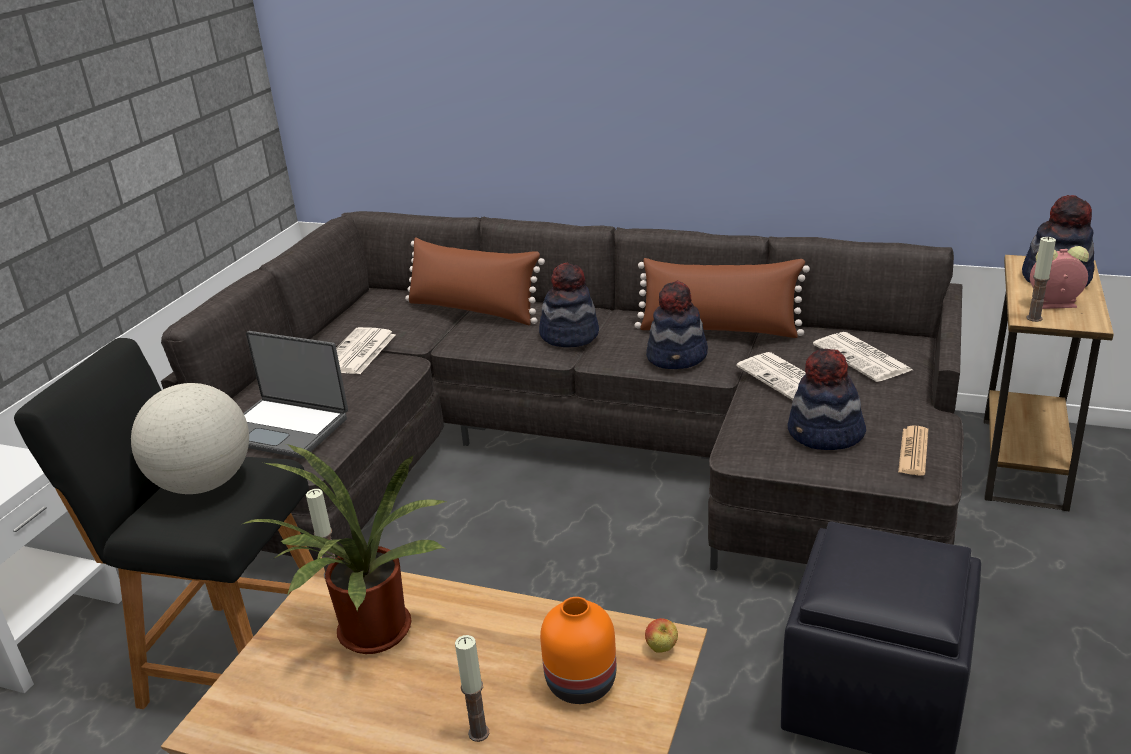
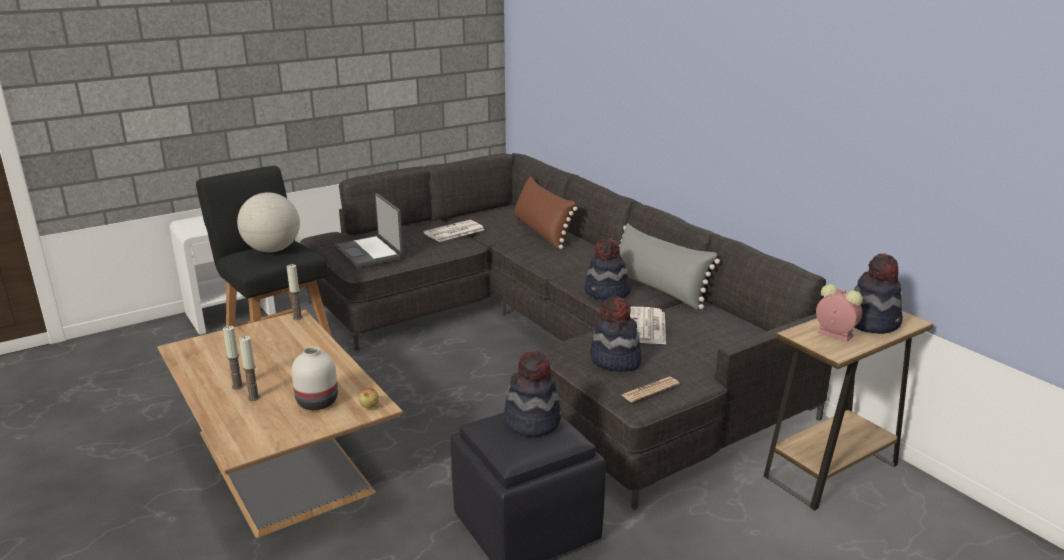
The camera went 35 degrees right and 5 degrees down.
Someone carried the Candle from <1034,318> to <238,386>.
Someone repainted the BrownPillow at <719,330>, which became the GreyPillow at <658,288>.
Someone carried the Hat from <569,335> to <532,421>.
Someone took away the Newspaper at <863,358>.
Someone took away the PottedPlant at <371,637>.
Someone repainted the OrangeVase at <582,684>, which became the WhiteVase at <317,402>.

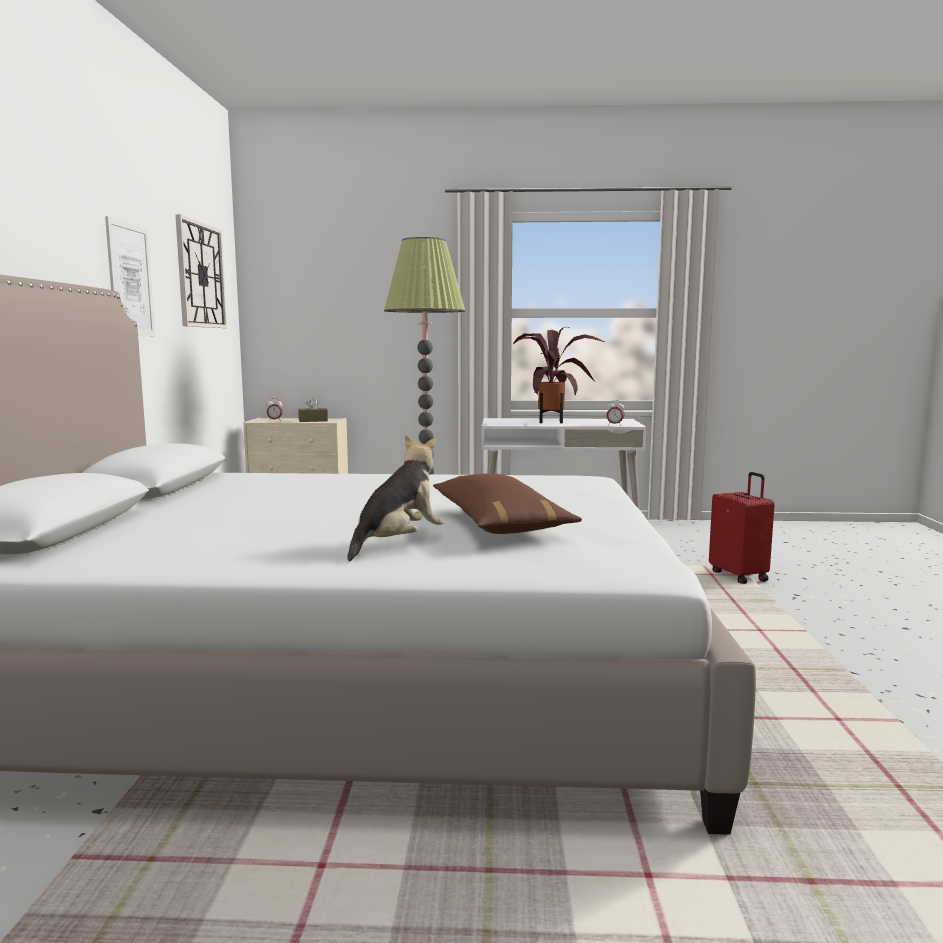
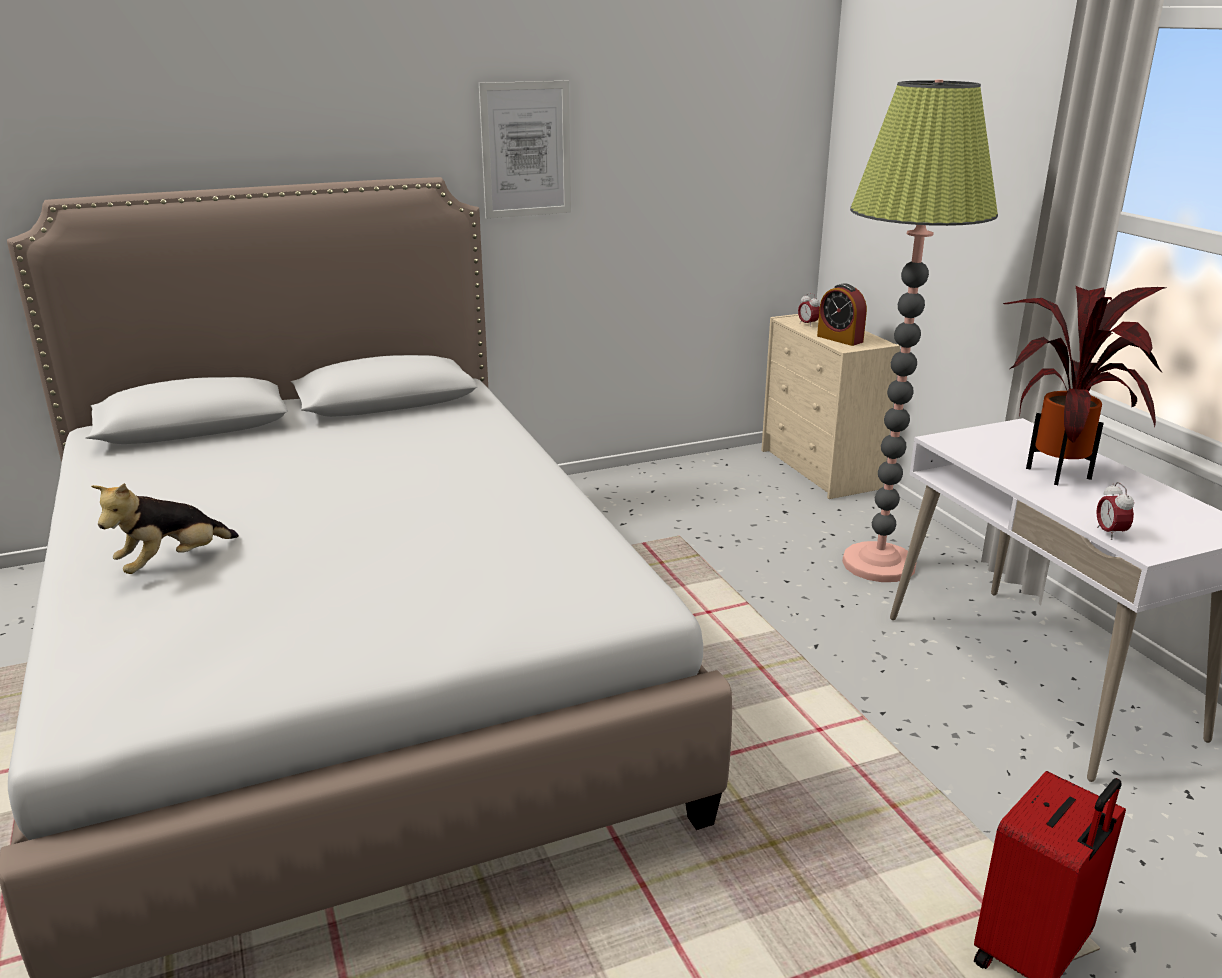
The camera went 65 degrees right and 15 degrees up.
Someone took away the WallClock at <201,275>.
Someone swapped the BrownTissueBox at <313,421> for the AlarmClock at <840,339>.
Someone rotated the PlushToy at <398,543> by 120 degrees clockwise.
Someone took away the BrownPillow at <499,523>.

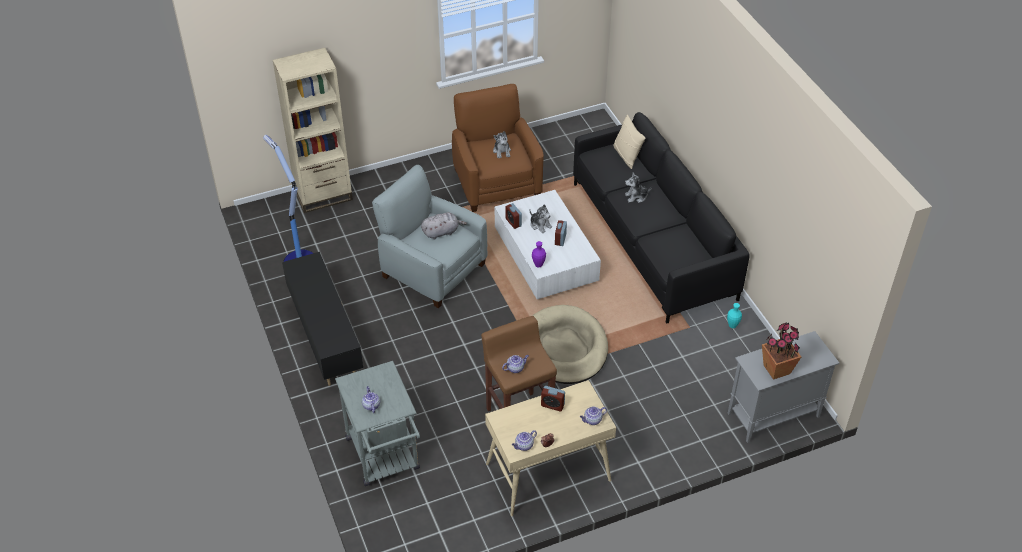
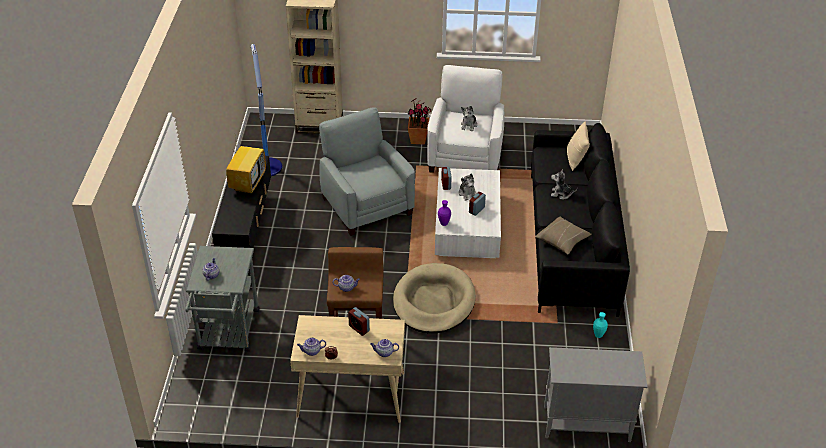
The camera went 25 degrees right and 5 degrees down.
Someone repainted the BrownArmchair at <496,182>, which became the WhiteArmchair at <465,156>.
Someone took away the GreyPlushToy at <442,232>.
Someone carried the PottedPlant from <777,369> to <418,140>.
Someone put down the Television at <247,183>.
Someone put down the BeigePillow at <562,241>.

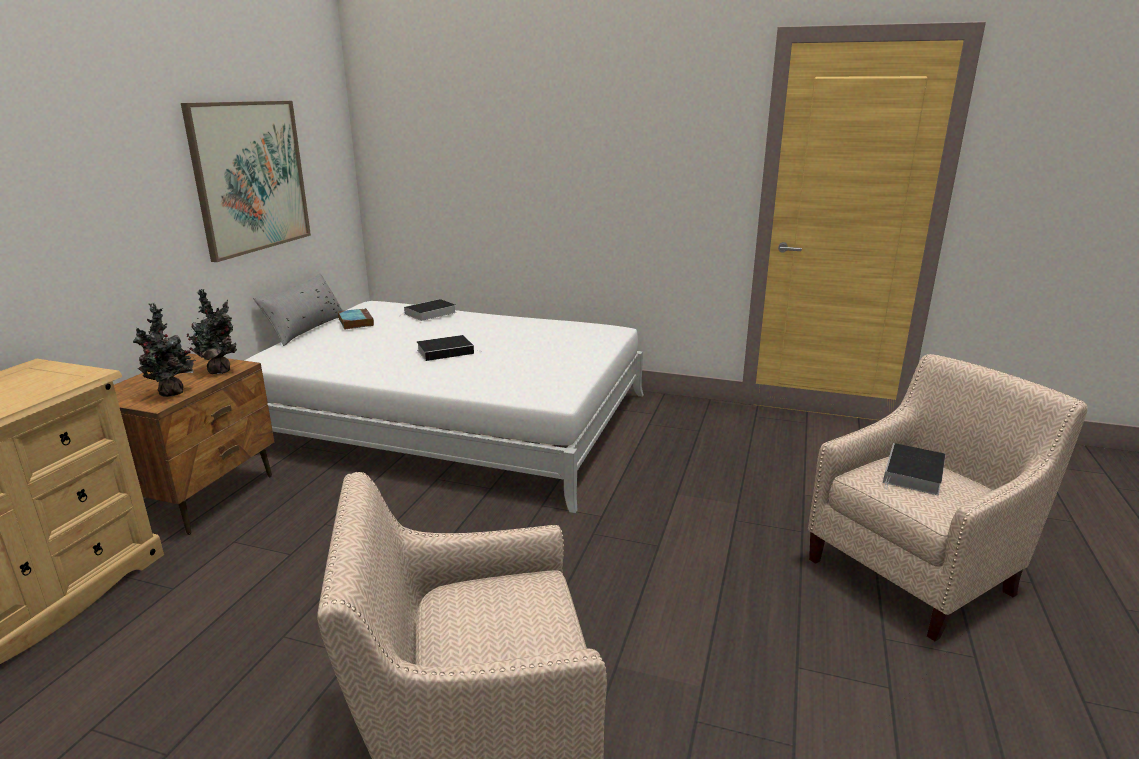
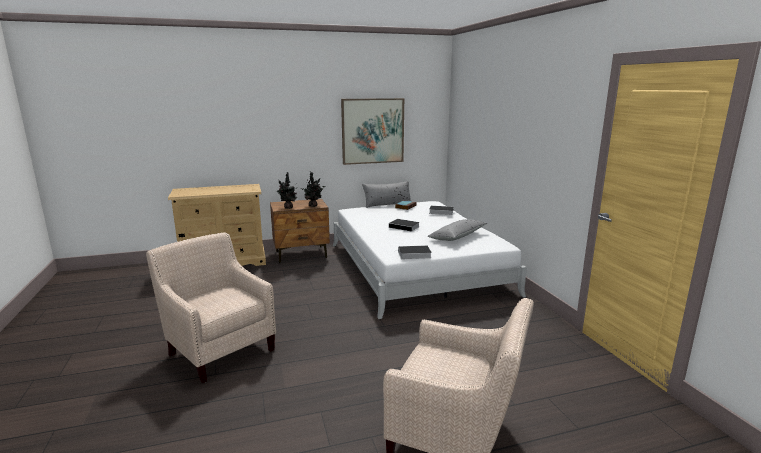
The camera went 55 degrees right and 5 degrees down.
Someone carried the Book from <913,474> to <413,254>.
Someone put down the GreyPillow at <457,237>.

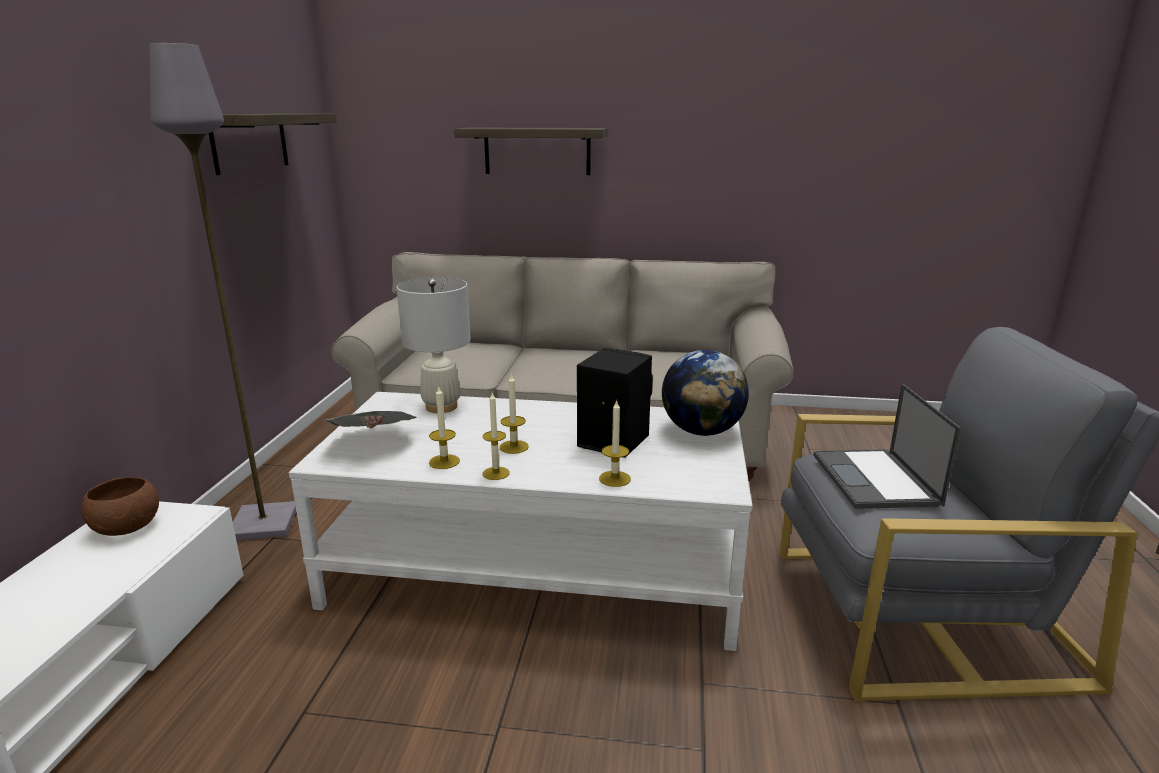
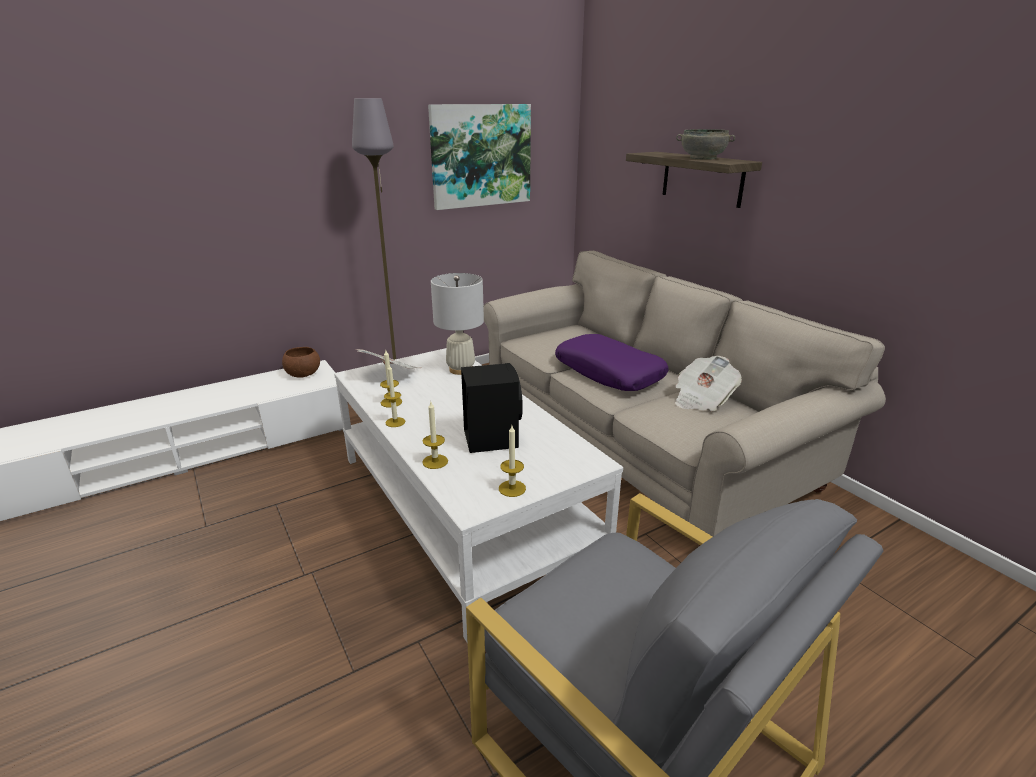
The camera went 50 degrees right and 5 degrees up.
Someone swapped the Shelf at <250,142> for the Picture at <481,156>.
Someone took away the Globe at <702,431>.
Someone carried the Candle from <514,447> to <512,488>.
Someone took away the Laptop at <876,480>.
Someone put down the GreyBowl at <702,158>.
Someone put down the PurplePillow at <609,372>.
Someone put down the Newspaper at <702,399>.

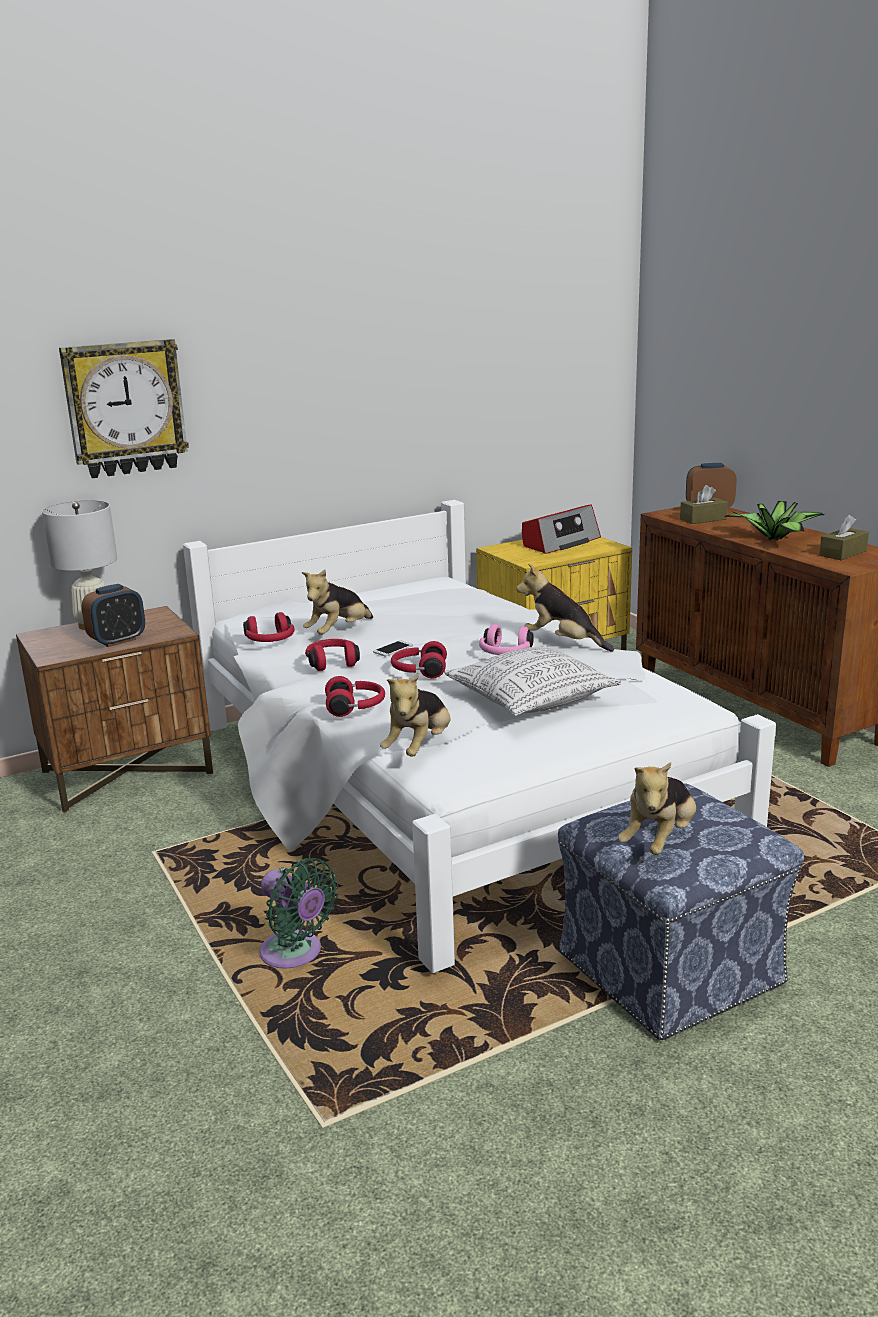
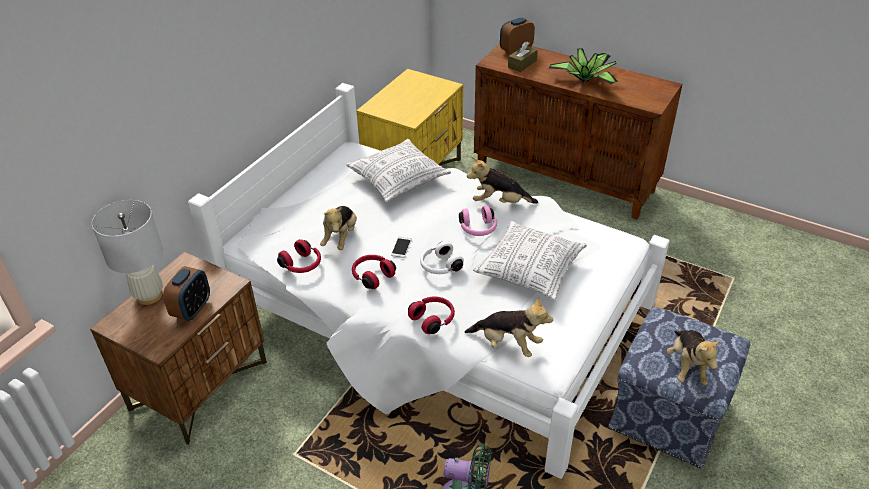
The camera went 30 degrees left and 20 degrees up.
Someone took away the WallClock at <125,408>.
Someone took away the Radio at <560,542>.
Someone took away the BrownTissueBox at <843,553>.
Someone repainted the RedHeadphones at <419,672>, which became the WhiteHeadphones at <440,266>.
Someone rotated the PlushToy at <419,747> by 60 degrees counterclockwise.
Someone put down the Pillow at <398,180>.

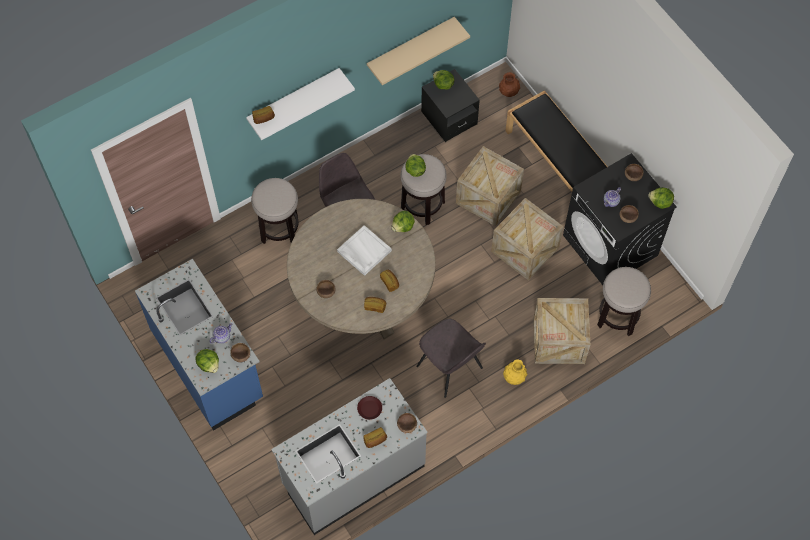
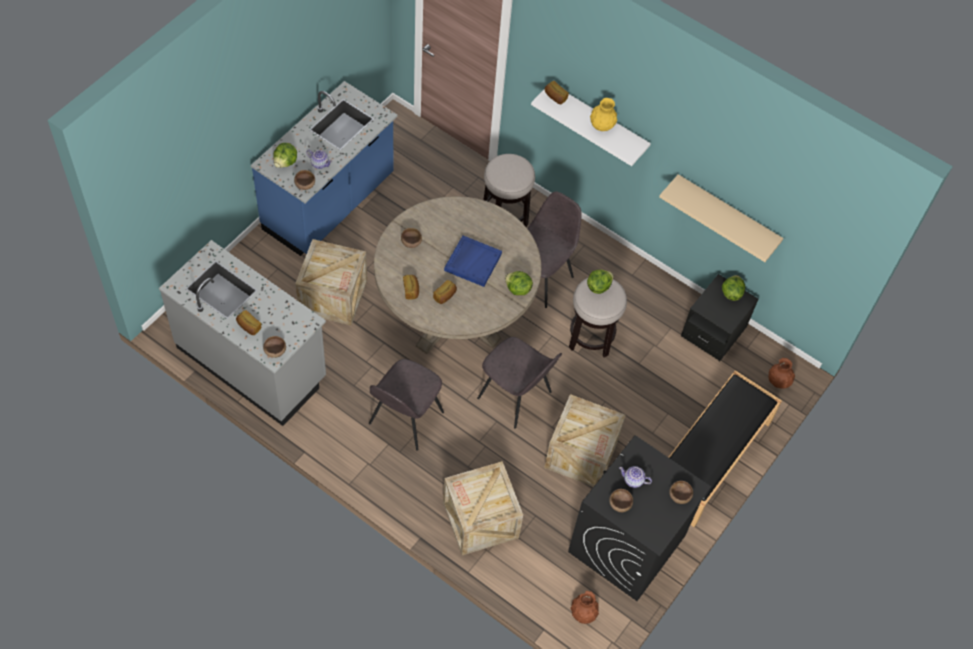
The camera went 65 degrees right and 5 degrees down.
Someone carried the Crate from <488,197> to <333,296>.
Someone took away the Lettuce at <660,203>.
Someone repainted the WhiteTray at <363,251>, which became the BlueTray at <472,262>.
Someone took away the Stool at <618,316>.
Someone carried the YellowVase from <514,377> to <601,126>.
Someone took away the BrownPlate at <370,409>.
Someone put down the GreyChair at <516,396>.
Someone put down the BrownVase at <583,613>.

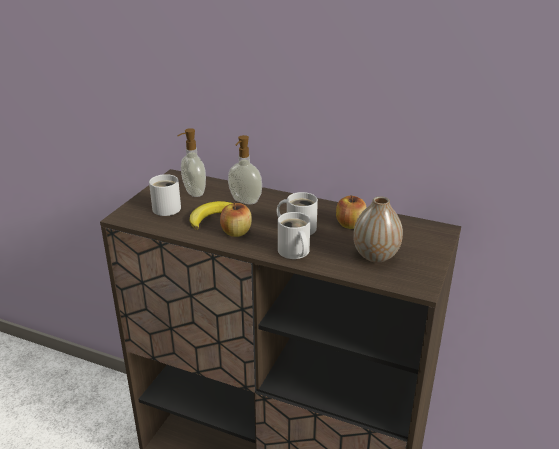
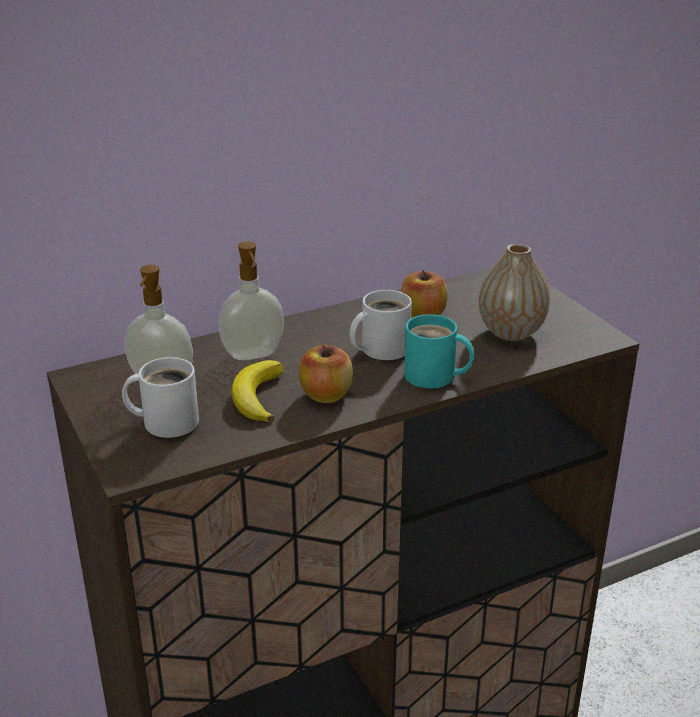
The camera went 50 degrees left and 0 degrees up.
Someone repainted the WhiteMug at <293,252>, which became the TurquoiseMug at <434,377>.

